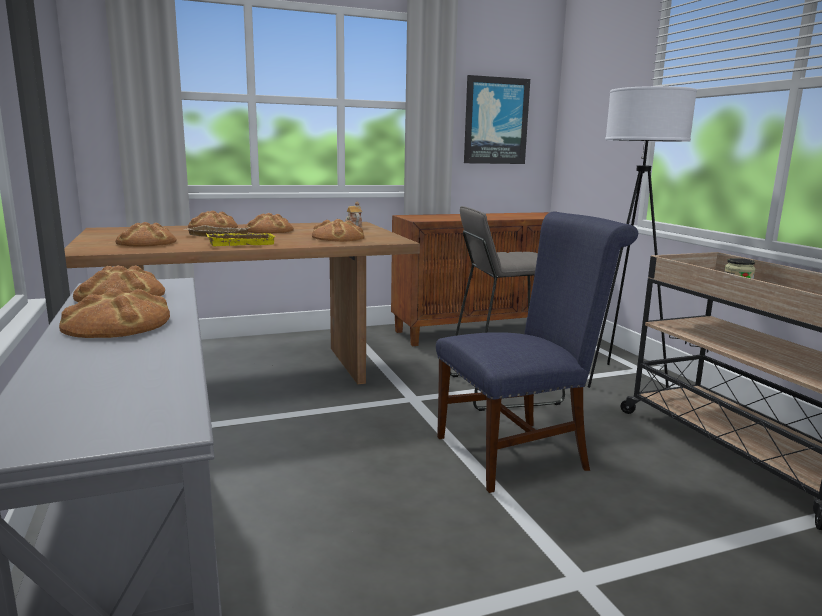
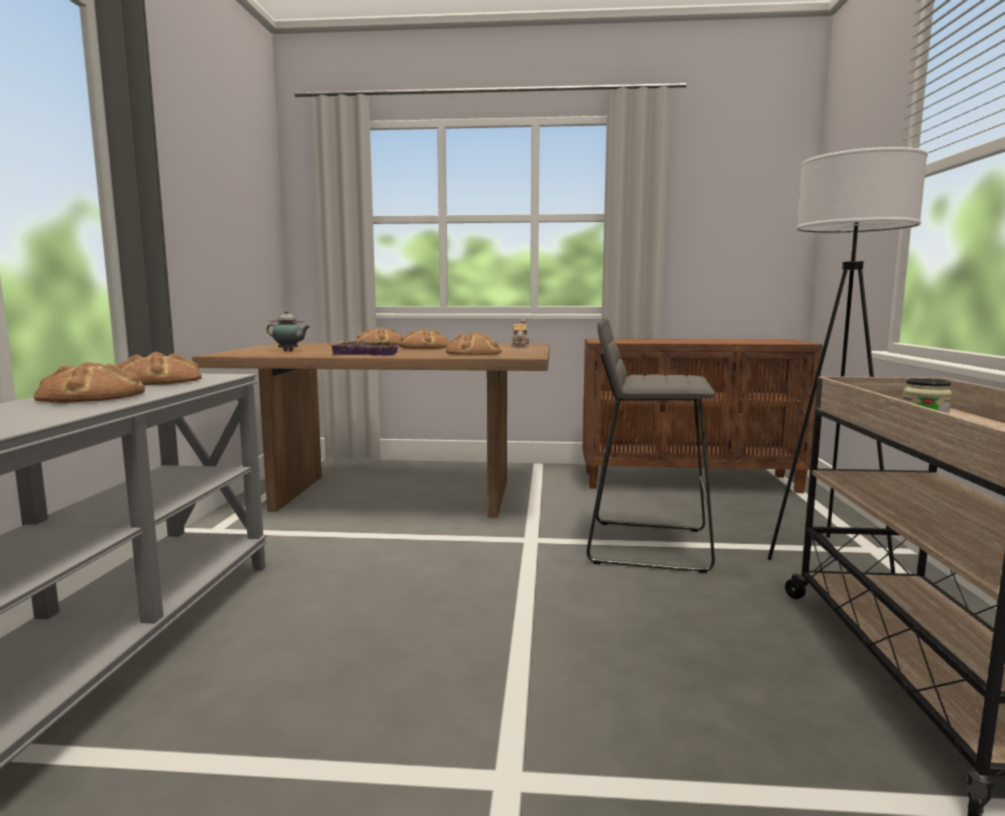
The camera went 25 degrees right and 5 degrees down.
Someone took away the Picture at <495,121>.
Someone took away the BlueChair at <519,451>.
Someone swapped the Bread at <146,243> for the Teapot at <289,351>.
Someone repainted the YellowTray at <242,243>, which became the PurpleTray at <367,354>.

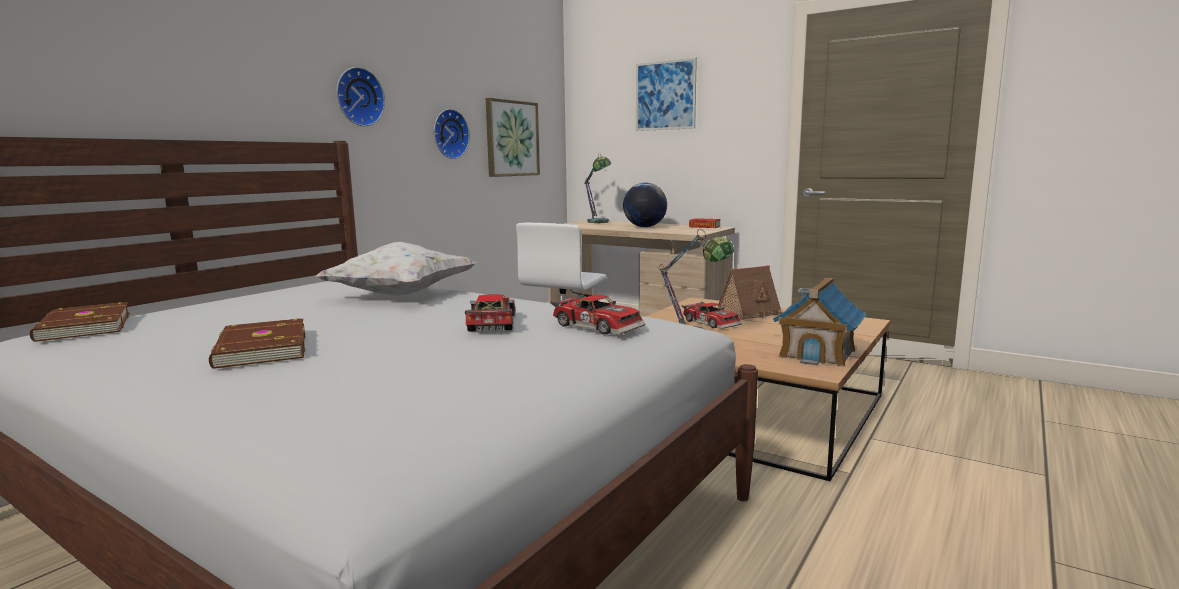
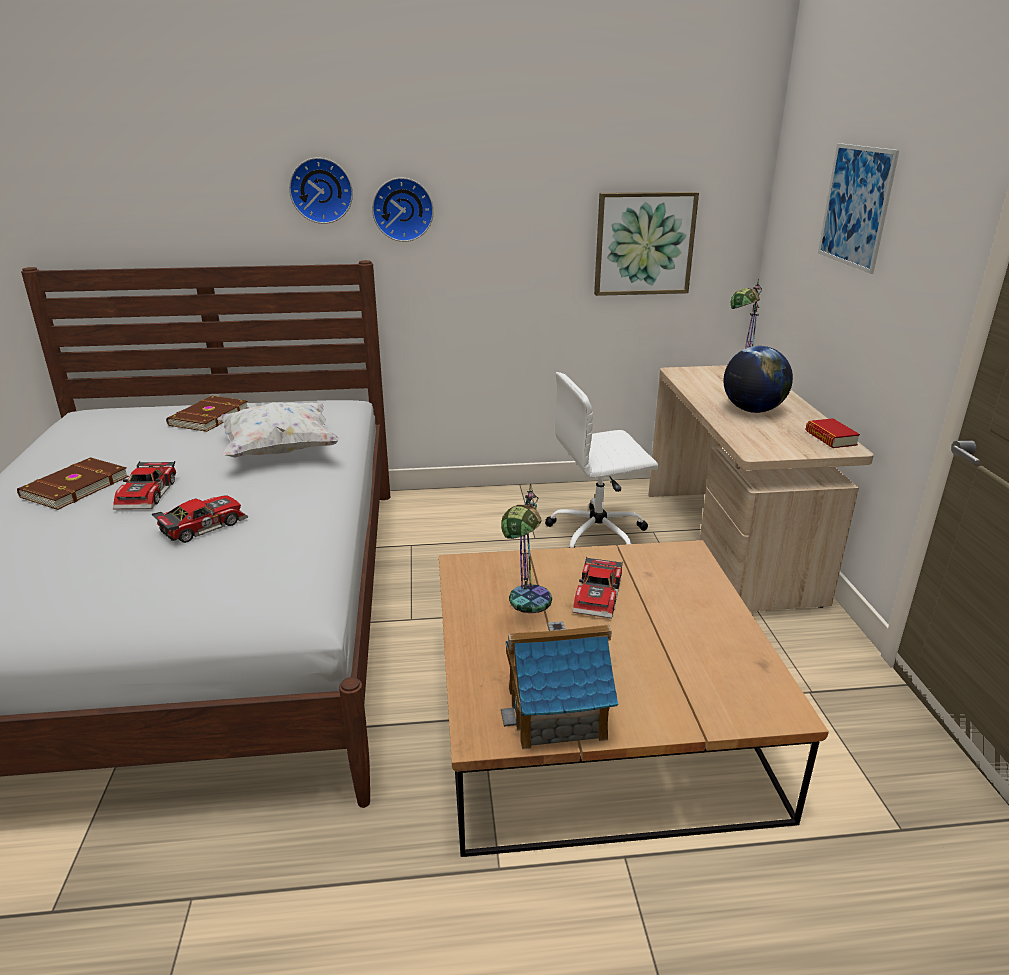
The camera went 50 degrees right and 15 degrees up.
Someone carried the WallClock from <449,134> to <321,190>.
Someone took away the ToyHouse at <751,313>.
Someone carried the ToyCar from <599,325> to <149,494>.
Someone carried the BrownBook from <82,327> to <208,417>.

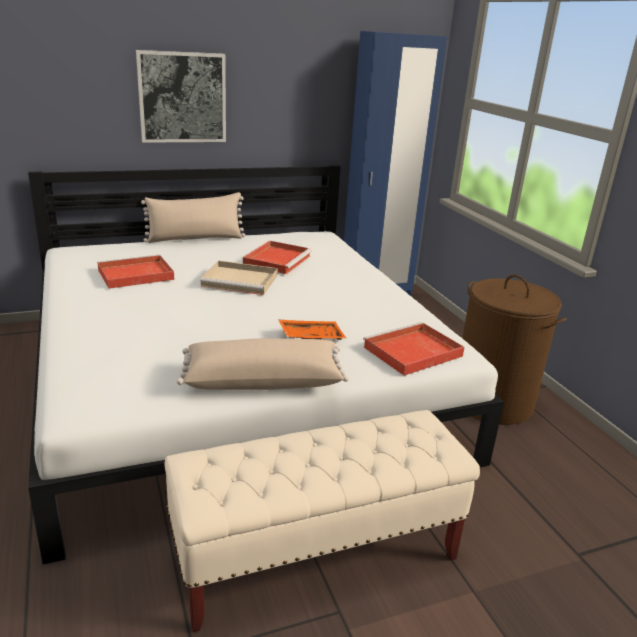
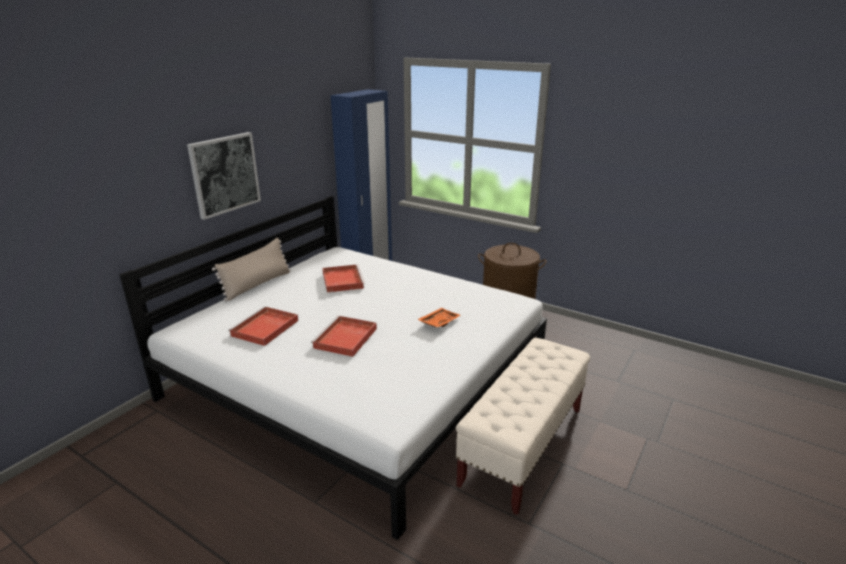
The camera went 35 degrees left and 0 degrees up.
Someone took away the BeigeTray at <241,281>.
Someone carried the RedTray from <411,352> to <345,339>.
Someone took away the BeigePillow at <263,380>.

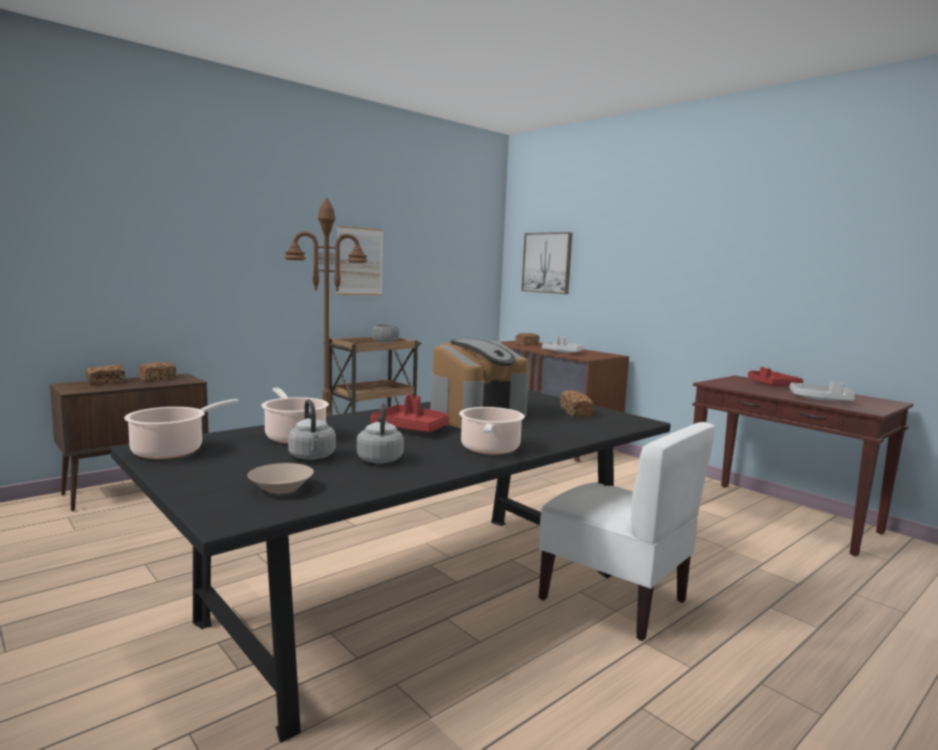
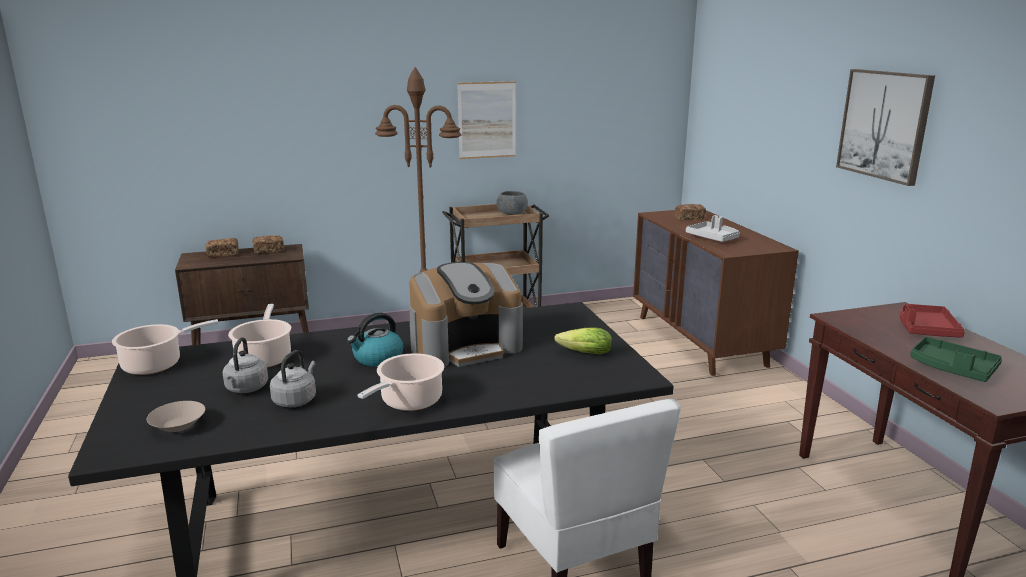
The camera went 25 degrees right and 10 degrees up.
Someone carried the Picture from <547,263> to <884,125>.
Someone repainted the GreyTray at <820,399>, which became the GreenTray at <952,369>.
Someone swapped the Bread at <575,413> for the Lettuce at <582,353>.
Someone swapped the RedTray at <411,428> for the Kettle at <377,358>.

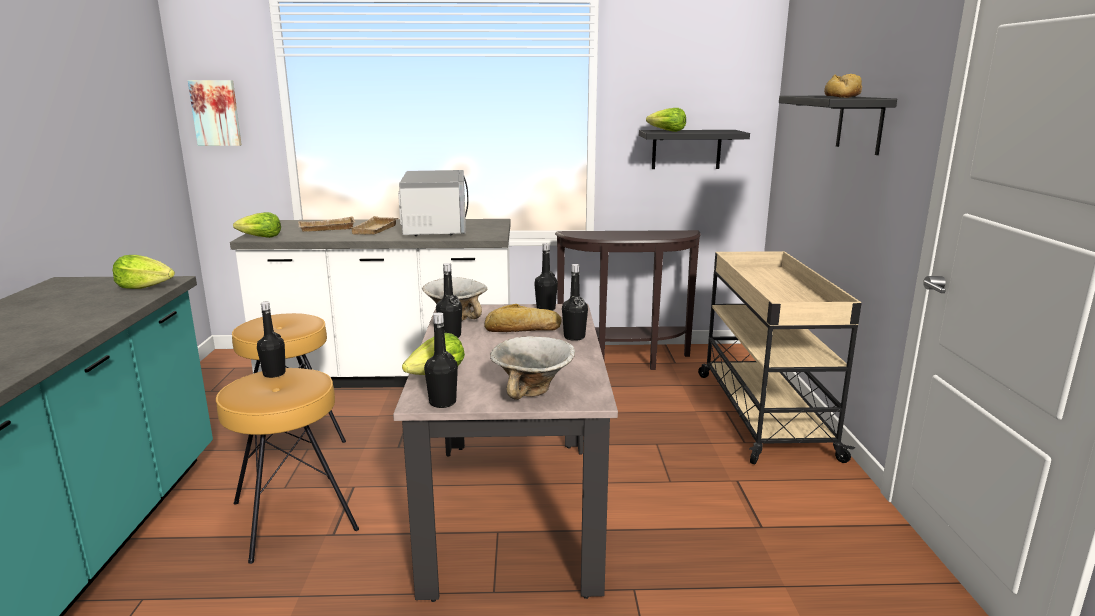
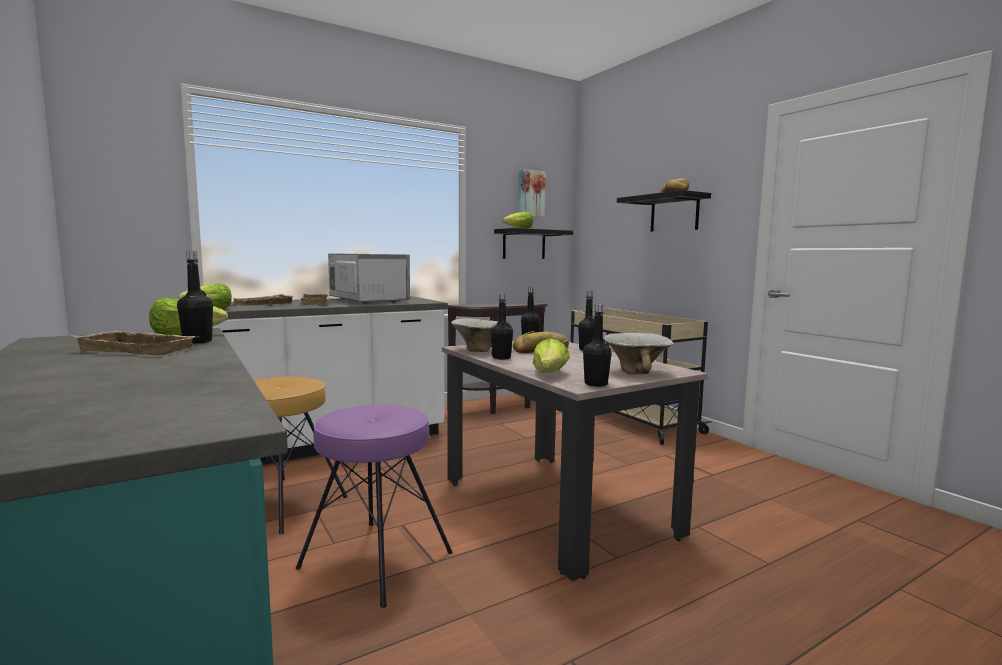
The camera went 30 degrees left and 10 degrees down.
Someone carried the Picture from <216,113> to <530,193>.
Someone carried the BlackBottle from <274,374> to <197,341>.
Someone repainted the BrownStool at <293,516>, which became the PurpleStool at <375,561>.
Someone put down the BeigeTray at <142,349>.

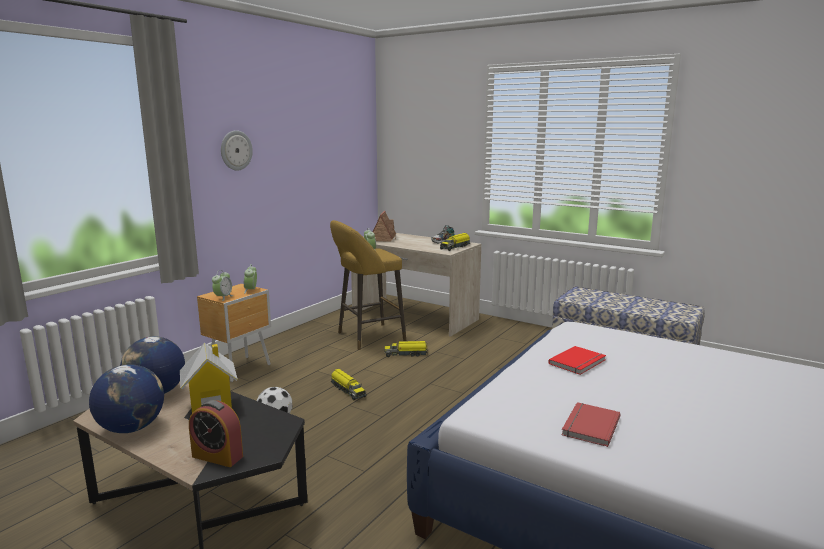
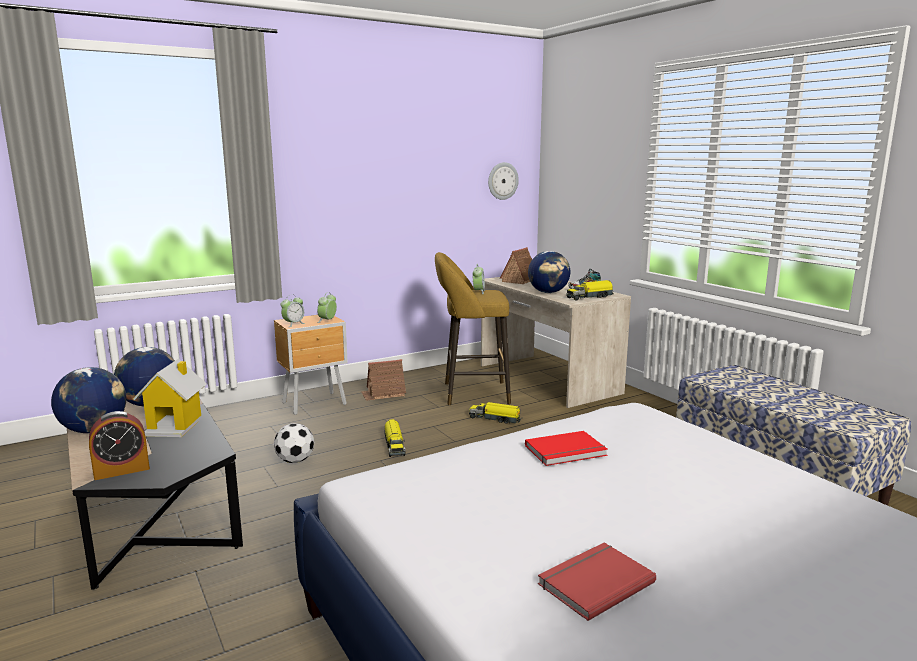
The camera went 25 degrees right and 0 degrees up.
Someone carried the WallClock from <236,150> to <502,181>.
Someone rotated the AlarmClock at <217,456> by 75 degrees counterclockwise.
Someone carried the RedBook from <589,426> to <593,582>.
Someone put down the Globe at <548,292>.
Someone put down the ToyHouse at <383,394>.

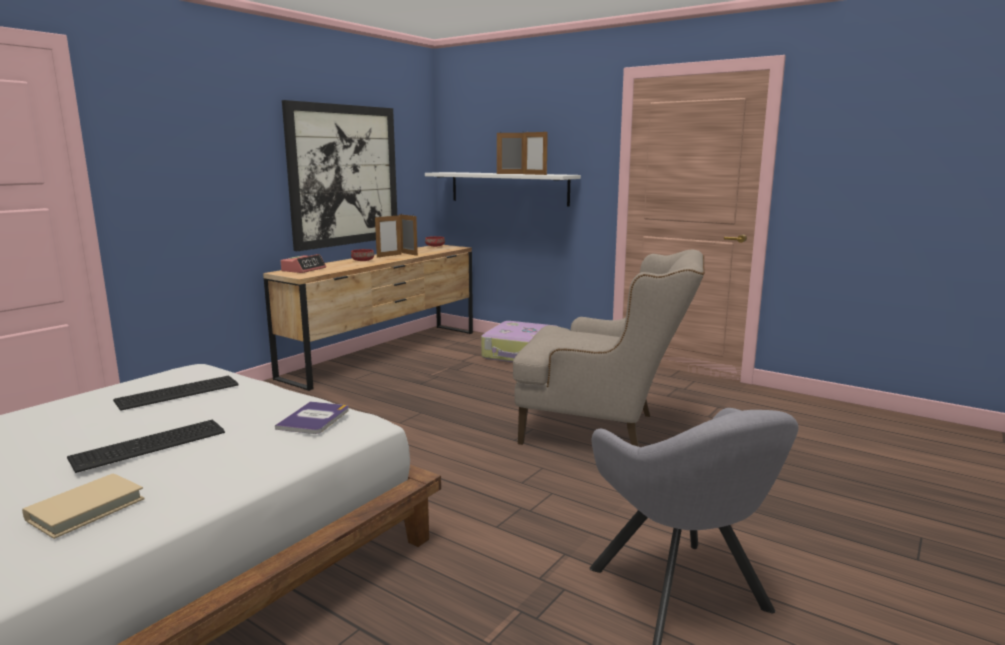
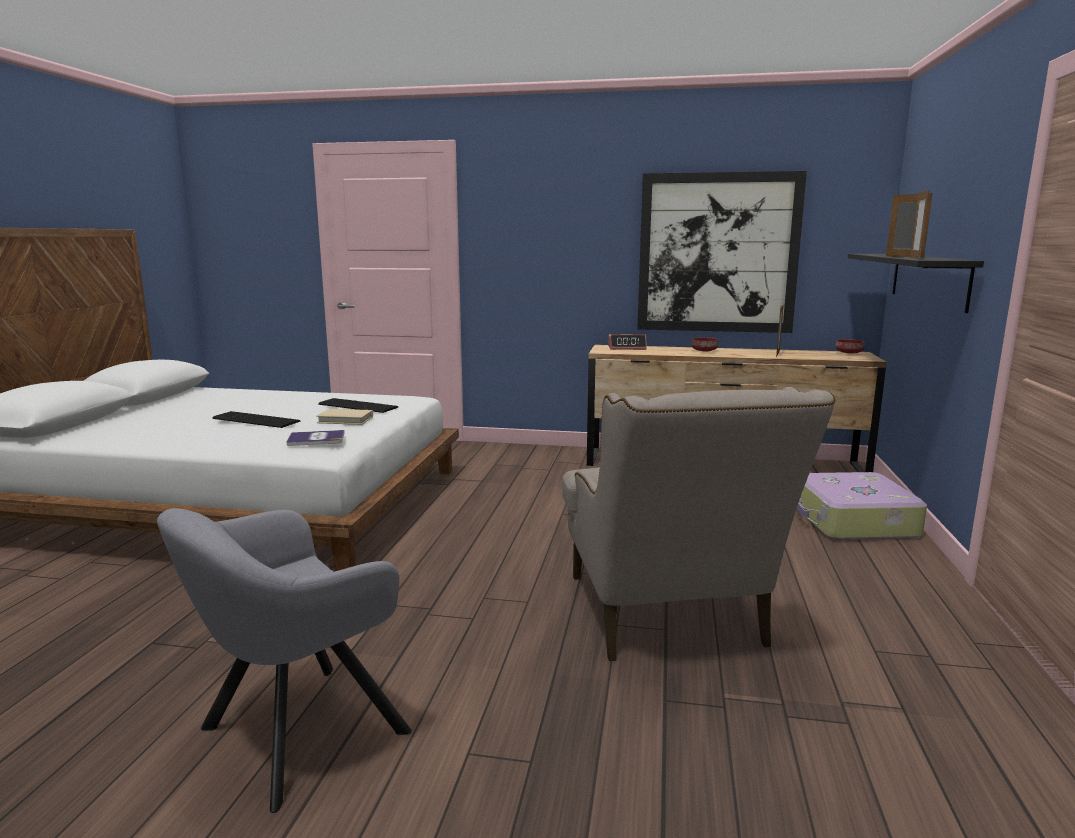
The camera went 65 degrees right and 0 degrees up.
Someone repainted the WhiteShelf at <508,188>, which became the BlackShelf at <928,279>.
Someone took away the PictureFrame at <389,255>.
Someone carried the BeigeBook from <86,509> to <345,420>.

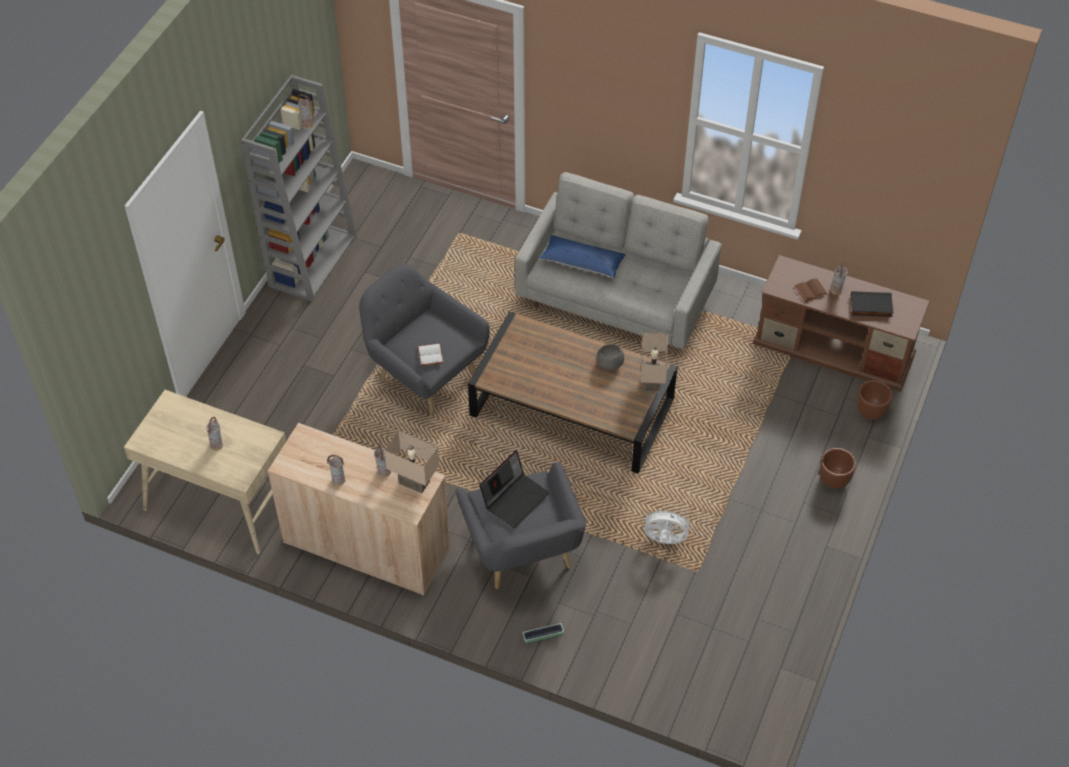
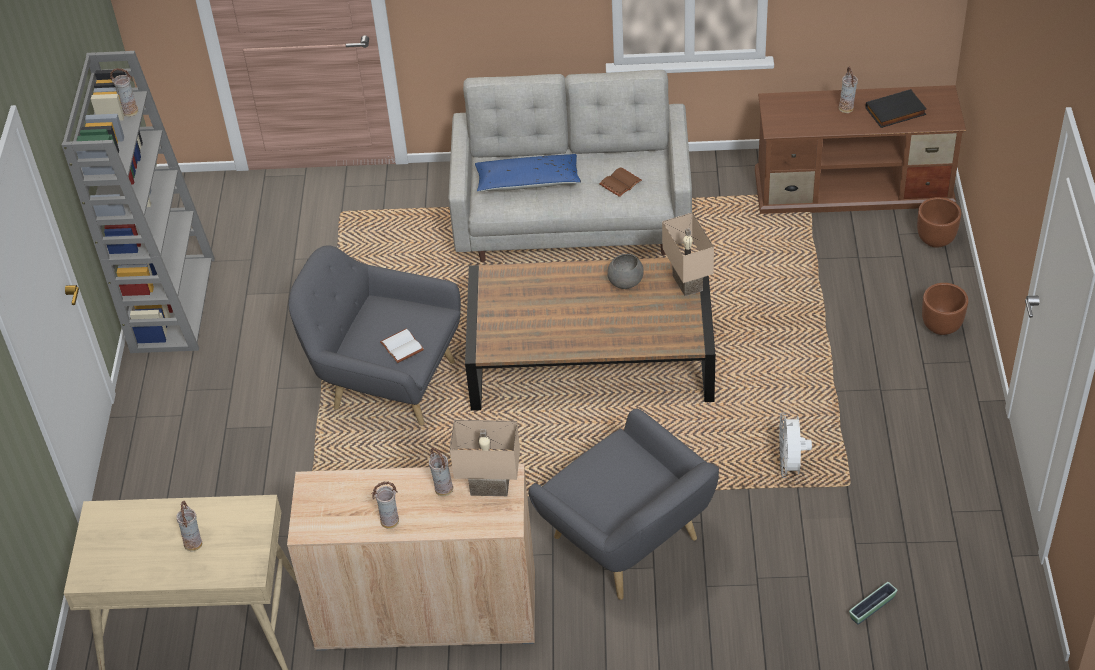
The camera went 20 degrees left and 5 degrees down.
Someone carried the BrownBook from <810,291> to <620,184>.
Someone took away the Laptop at <515,498>.
Someone rotated the WhiteFan at <664,541> by 75 degrees counterclockwise.
Someone carried the Planter from <543,636> to <872,608>.

